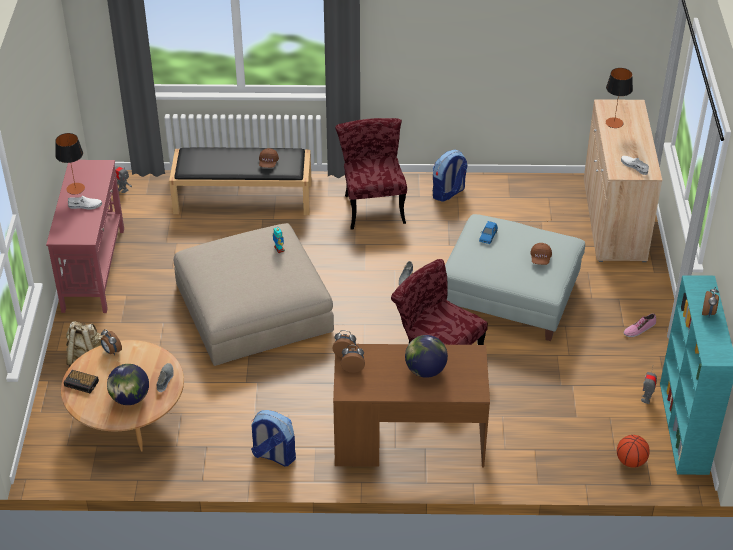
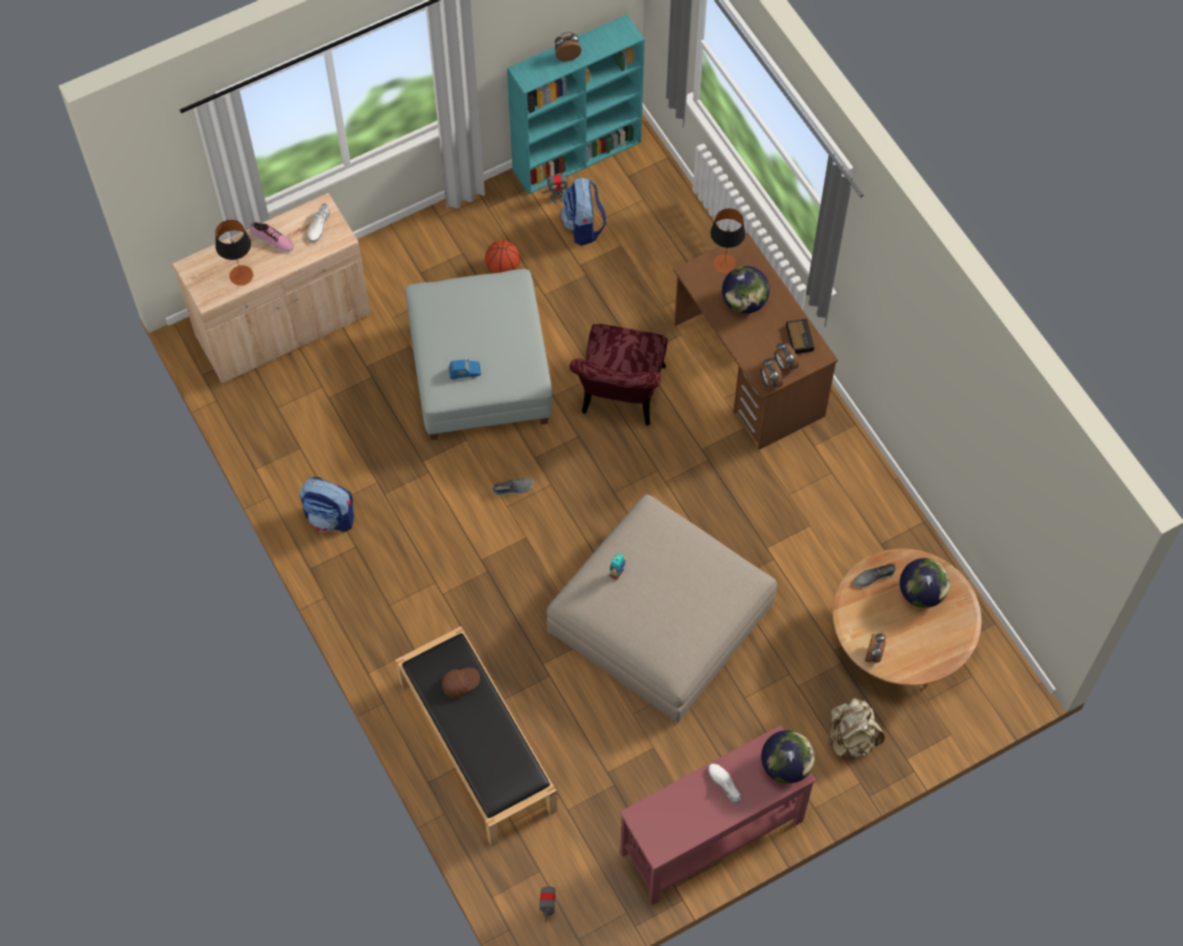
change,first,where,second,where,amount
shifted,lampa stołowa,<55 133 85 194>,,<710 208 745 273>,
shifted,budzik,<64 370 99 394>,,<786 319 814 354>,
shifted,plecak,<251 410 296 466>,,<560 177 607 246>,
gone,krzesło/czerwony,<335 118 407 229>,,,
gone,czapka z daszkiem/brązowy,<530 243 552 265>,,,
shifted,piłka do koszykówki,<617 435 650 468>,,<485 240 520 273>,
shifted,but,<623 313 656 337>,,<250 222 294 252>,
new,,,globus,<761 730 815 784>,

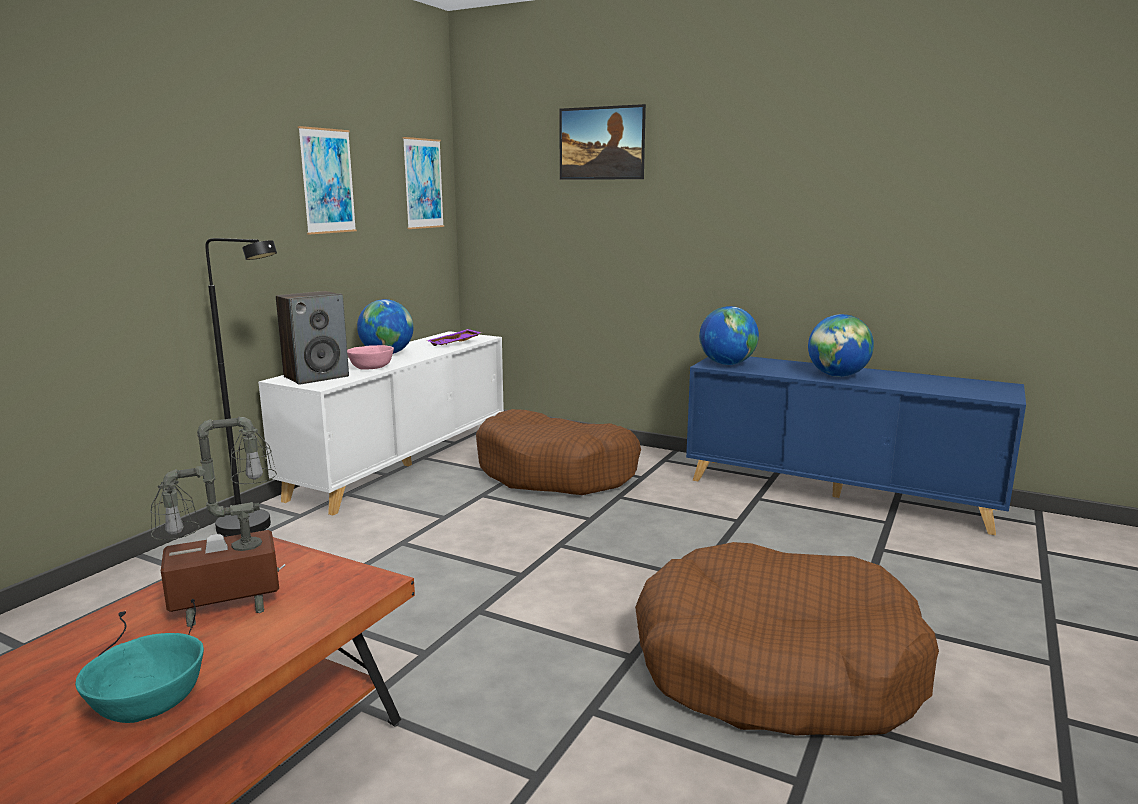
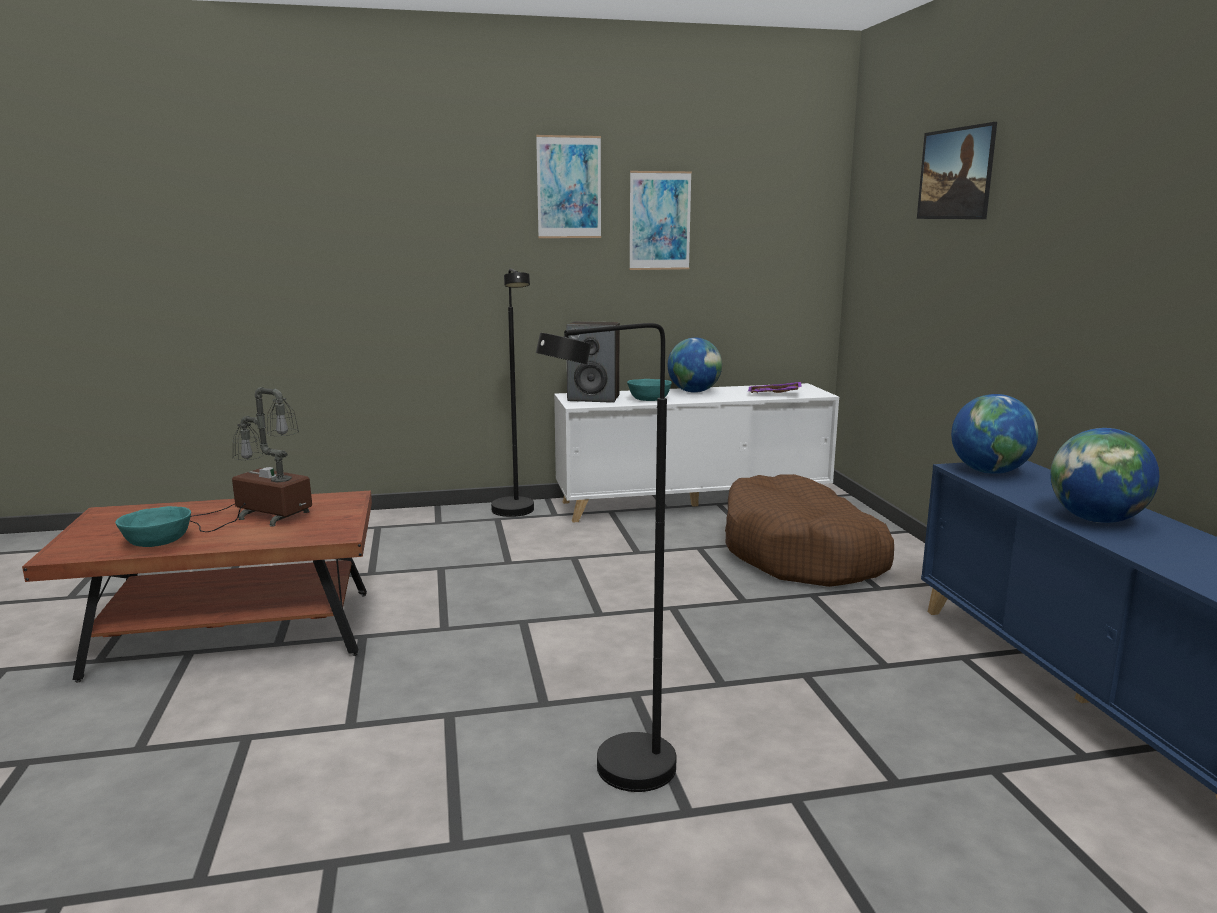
change,first,where,second,where,amount
repainted,miska/różowy,<347 345 394 369>,miska/turkusowy,<627 379 672 401>,
shifted,obraz,<402 137 444 229>,,<536 135 601 238>,
swapped,legowisko/brązowy,<635 542 939 736>,lampa stojąca/czarny,<536 323 676 792>,

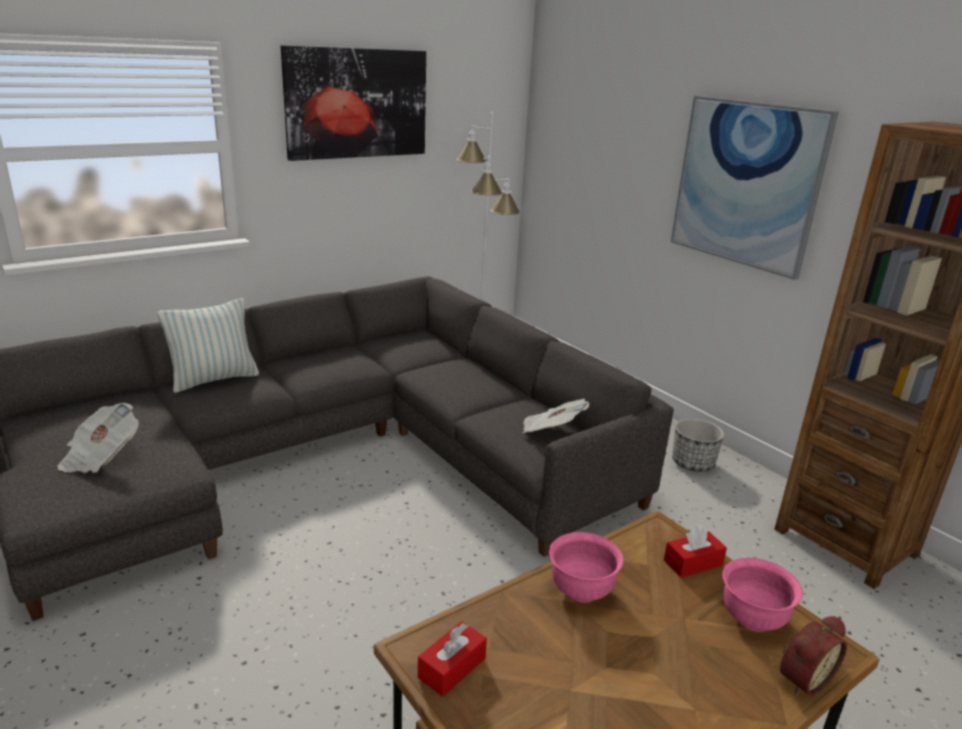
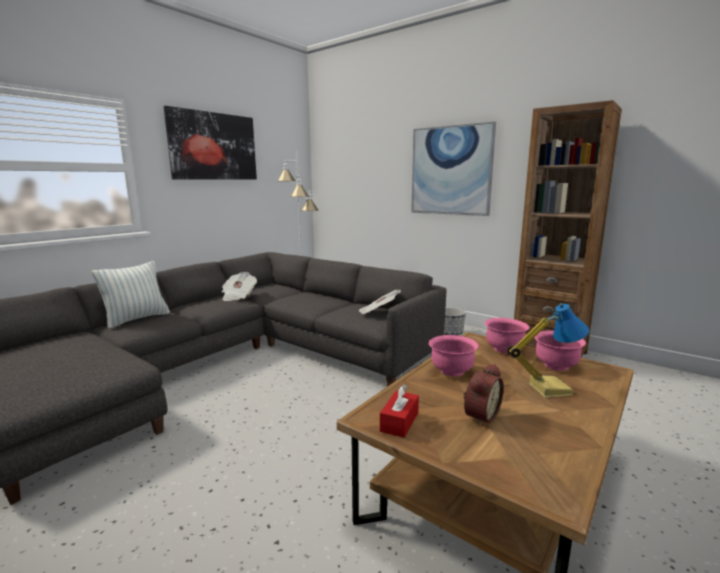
change,first,where,second,where,amount
shifted,gazeta,<57 403 139 473>,,<222 272 257 301>,
swapped,pudełko chusteczek/czerwony,<664 525 727 578>,miska/różowy,<484 318 530 353>,
shifted,budzik,<780 616 847 696>,,<463 364 504 426>,
new,,,lampa stołowa,<507 303 590 398>,

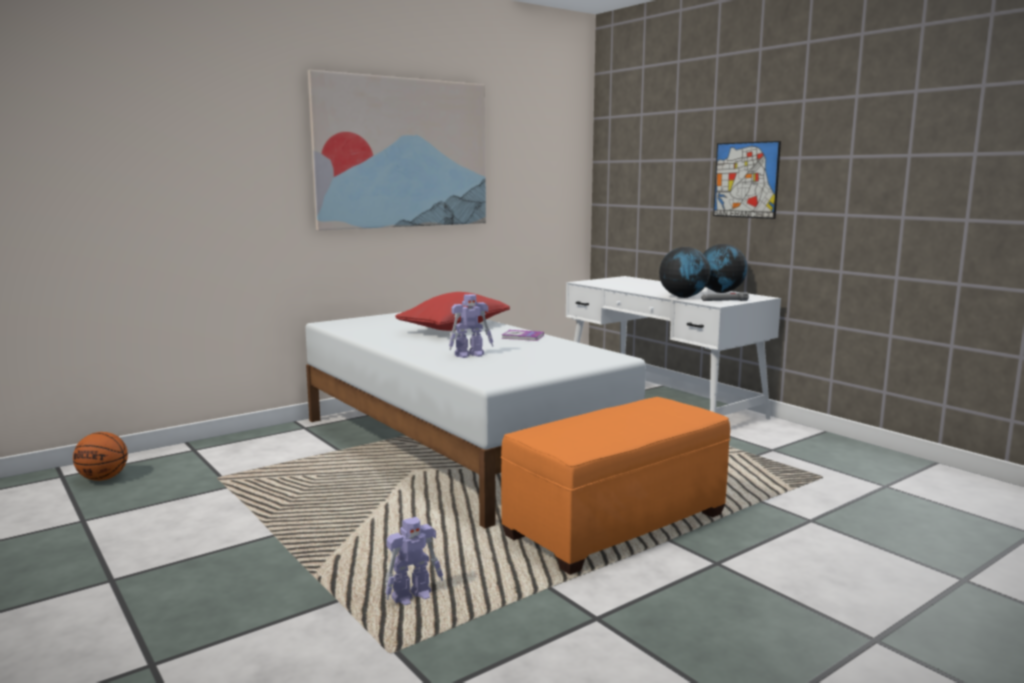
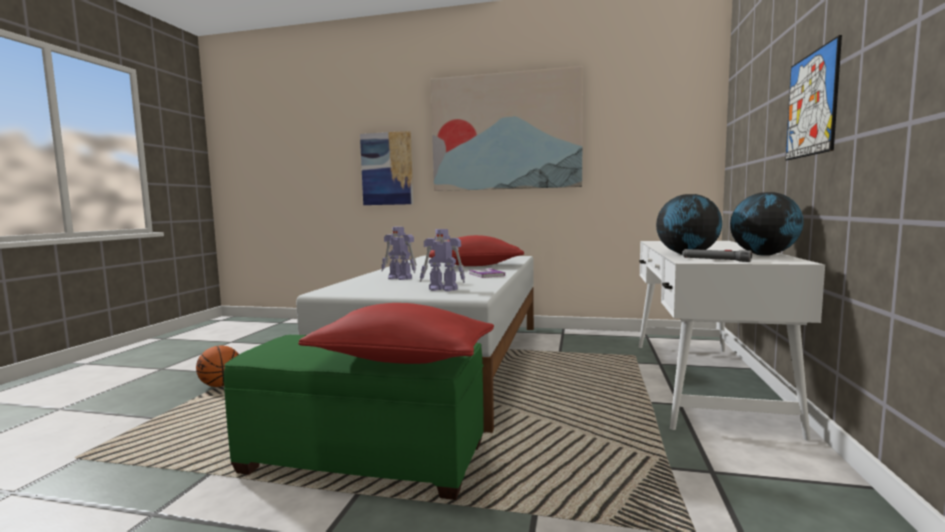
change,first,where,second,where,amount
shifted,piłka do koszykówki,<73 432 128 481>,,<196 345 239 387>,
shifted,robot zabawkowy,<385 517 443 605>,,<420 229 465 291>,
repainted,pufa/pomarańczowy,<501 397 730 575>,pufa/zielony,<224 335 484 500>,
new,,,poduszka/czerwony,<298 303 494 364>,
new,,,obraz,<360 131 413 205>,

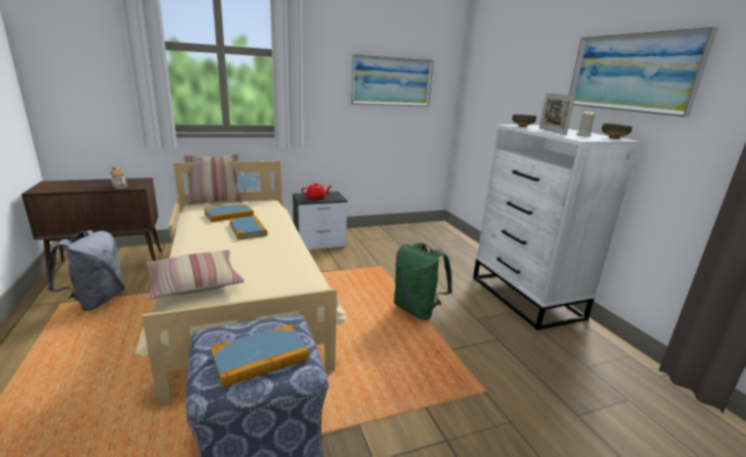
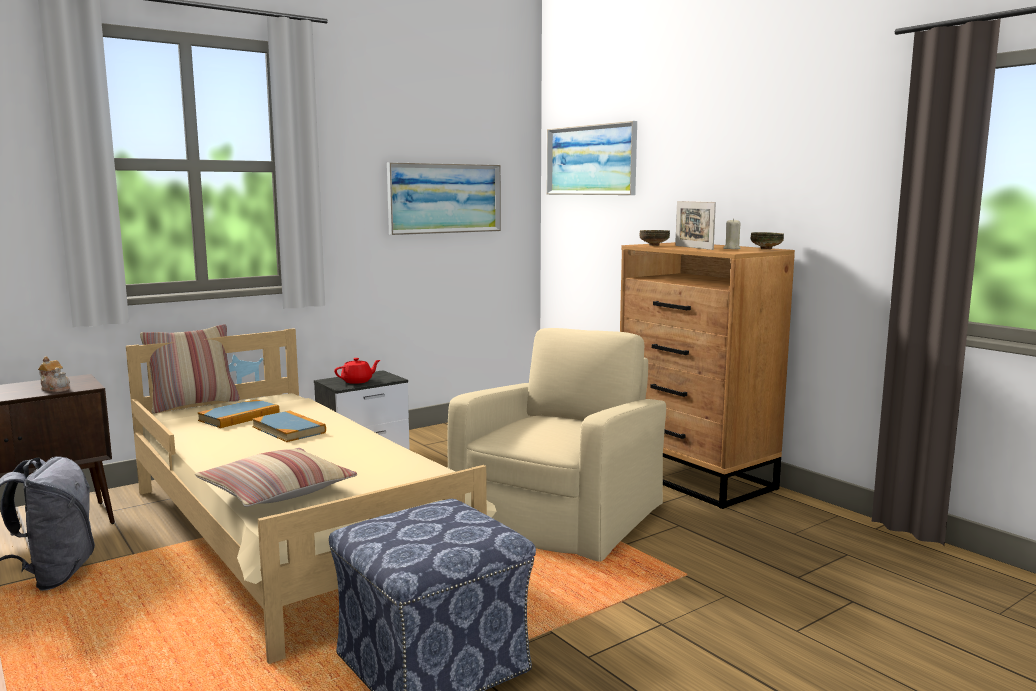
change,first,where,second,where,amount
gone,książka,<210 325 309 388>,,,
swapped,plecak/zielony,<394 243 452 320>,fotel/beżowy,<447 328 666 562>,
repainted,komoda/biały,<473 125 639 331>,komoda/brązowy,<620 242 795 509>,
shifted,obraz,<569 27 718 117>,,<547 121 637 195>,

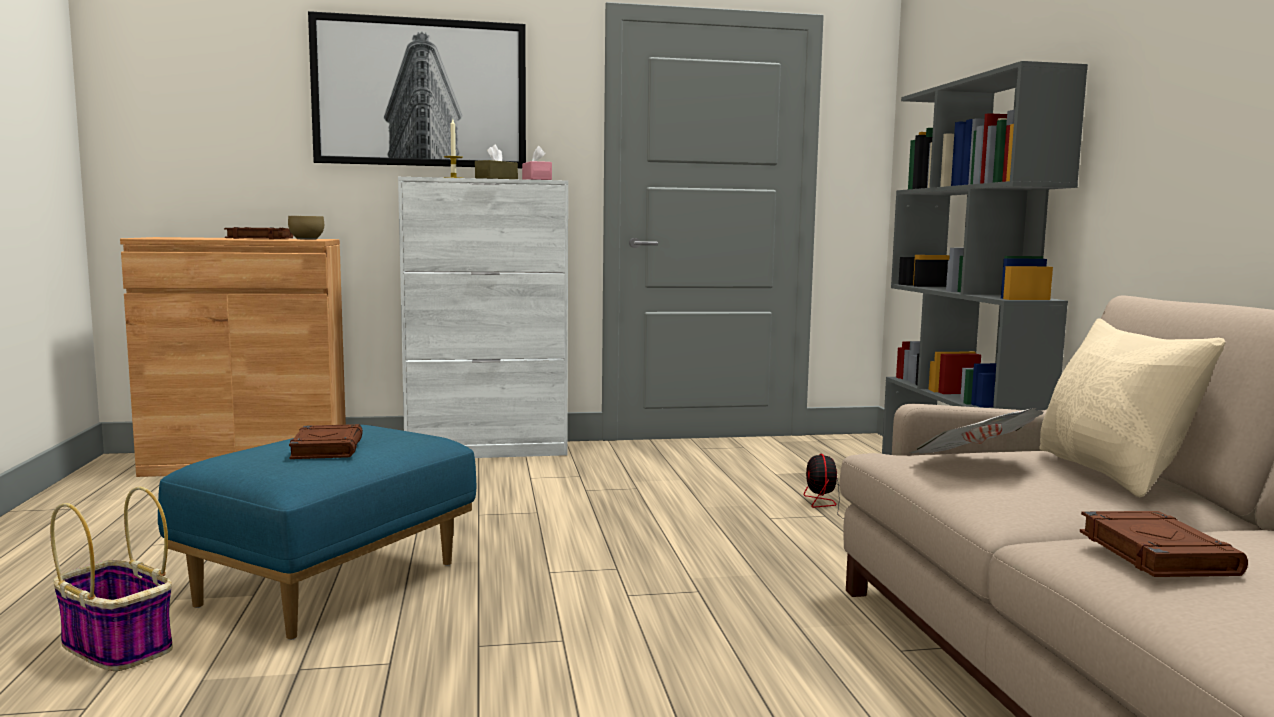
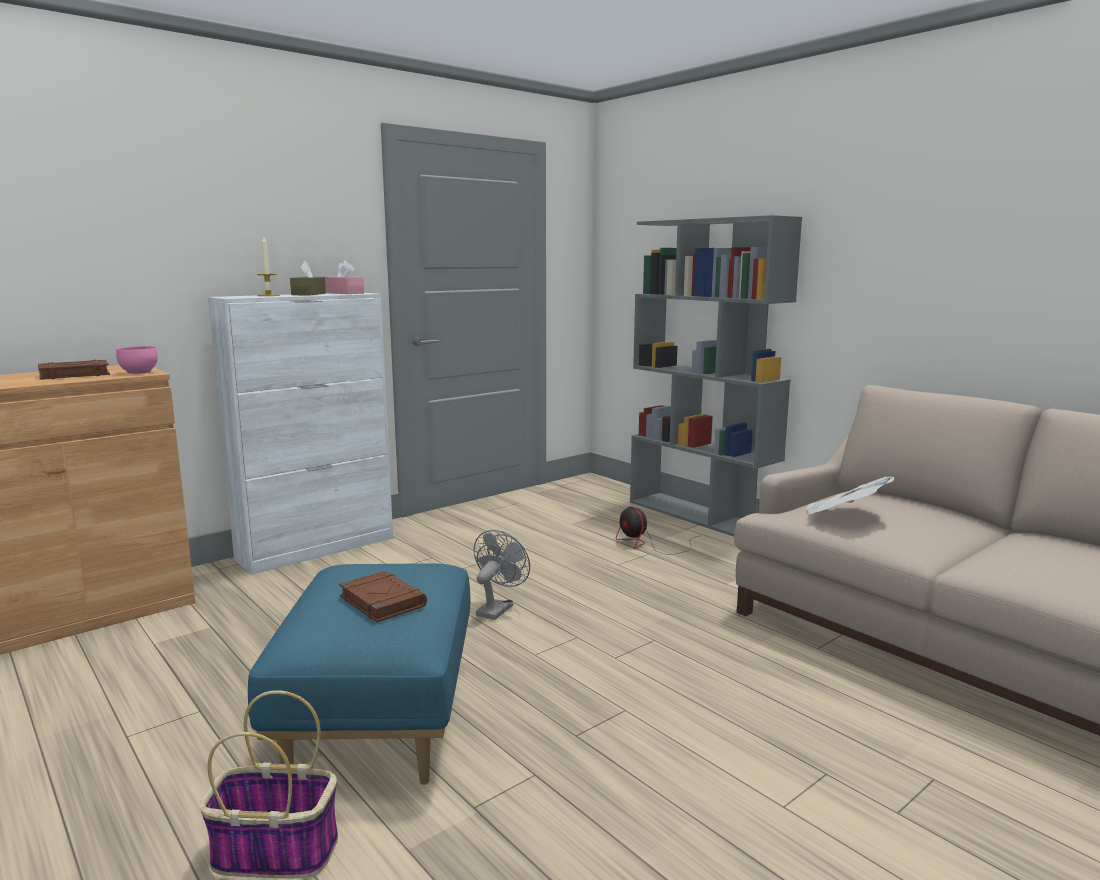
change,first,where,second,where,amount
repainted,miska/brązowy,<288 216 324 240>,miska/różowy,<116 346 158 374>,
gone,obraz,<308 11 526 168>,,,
gone,poduszka/beżowy,<1039 318 1225 497>,,,
gone,książka/brązowy,<1080 511 1248 577>,,,
new,,,wentylator/szary,<473 530 530 620>,

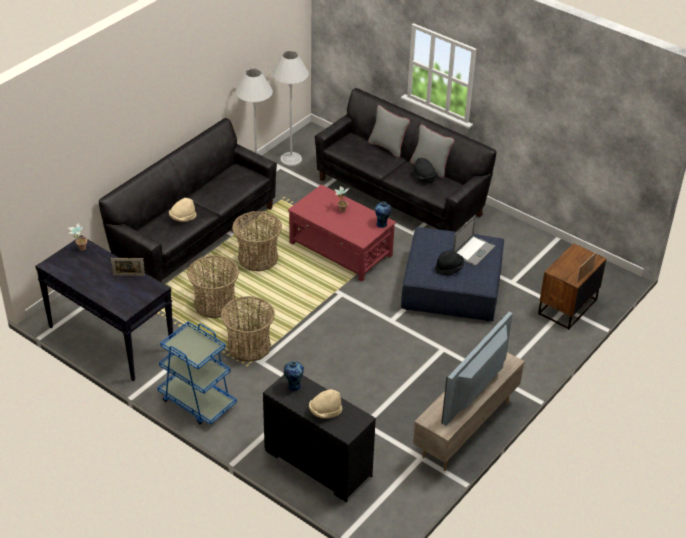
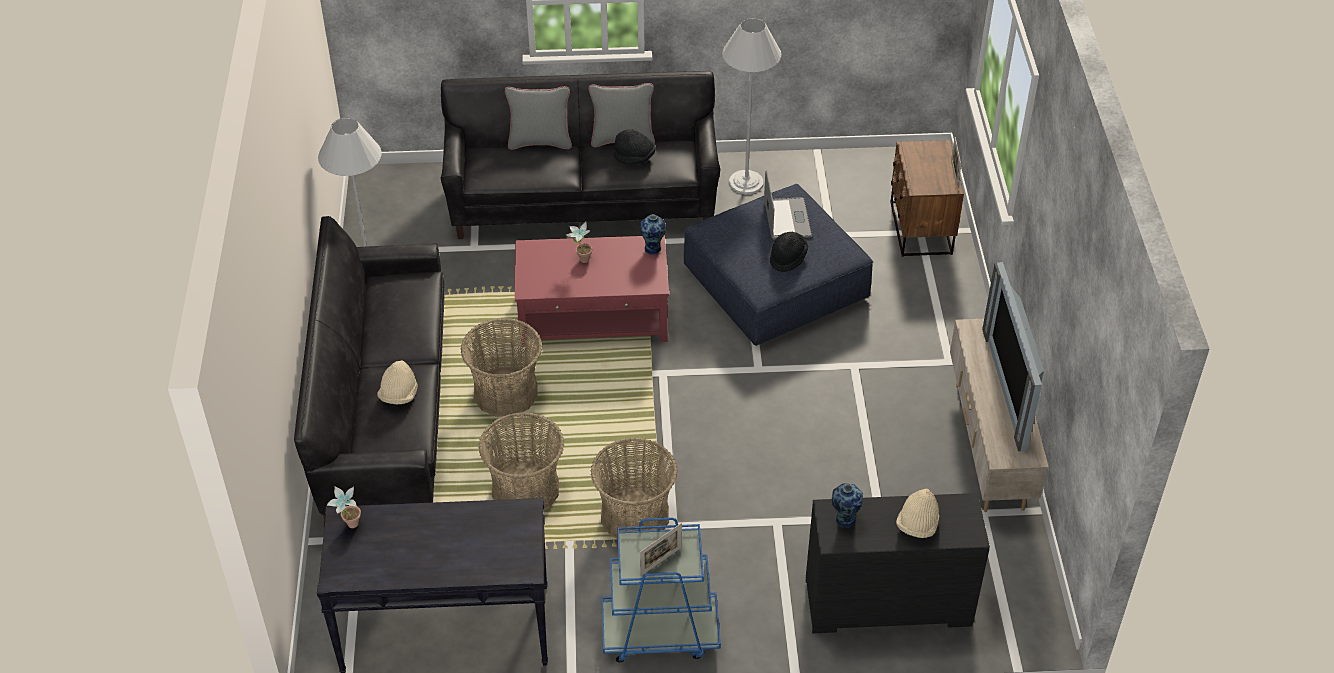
change,first,where,second,where,amount
shifted,ramka na zdjęcie,<111 258 145 276>,,<639 523 682 577>,
shifted,lampa stojąca/biały,<272 51 309 166>,,<722 18 781 195>,

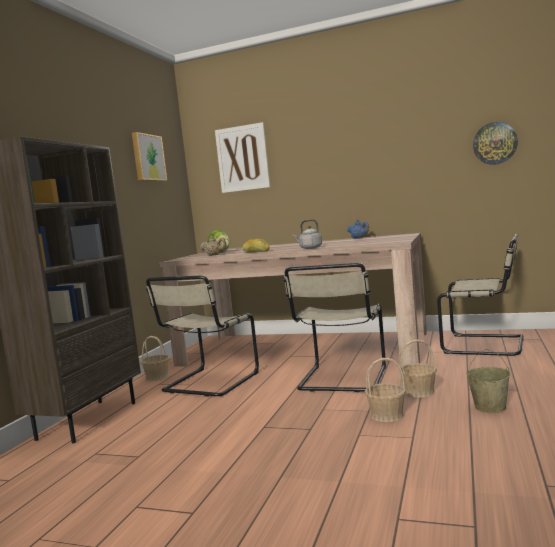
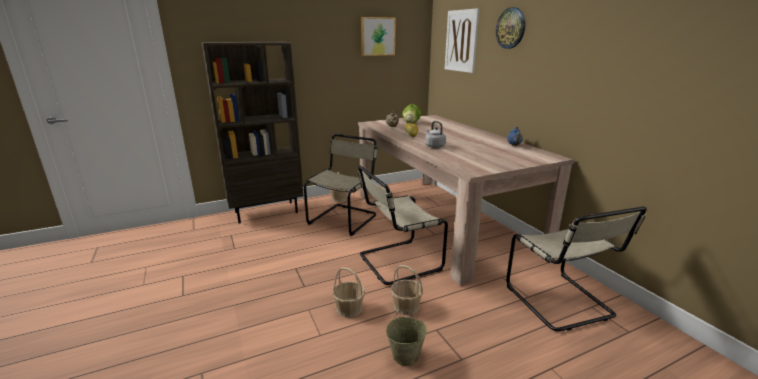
change,first,where,second,where,amount
rotated,krzesło/beżowy,<146 276 259 397>,,<304 134 377 236>,135 degrees clockwise
shifted,zegar ścienny,<473 122 518 165>,,<496 7 525 49>,

